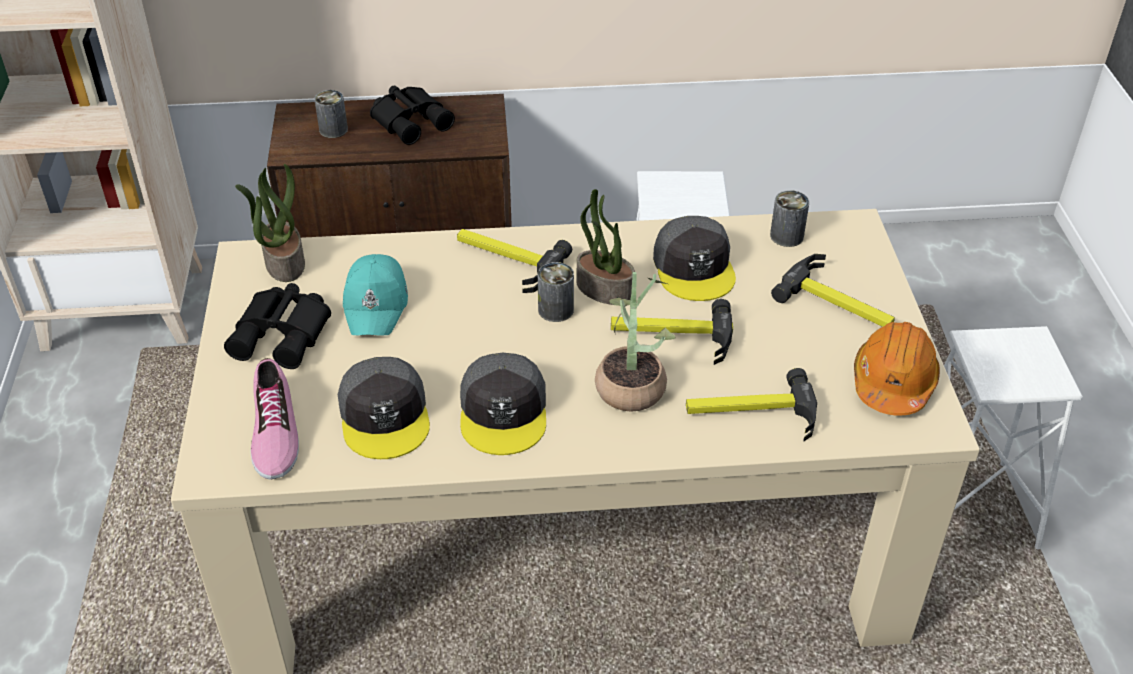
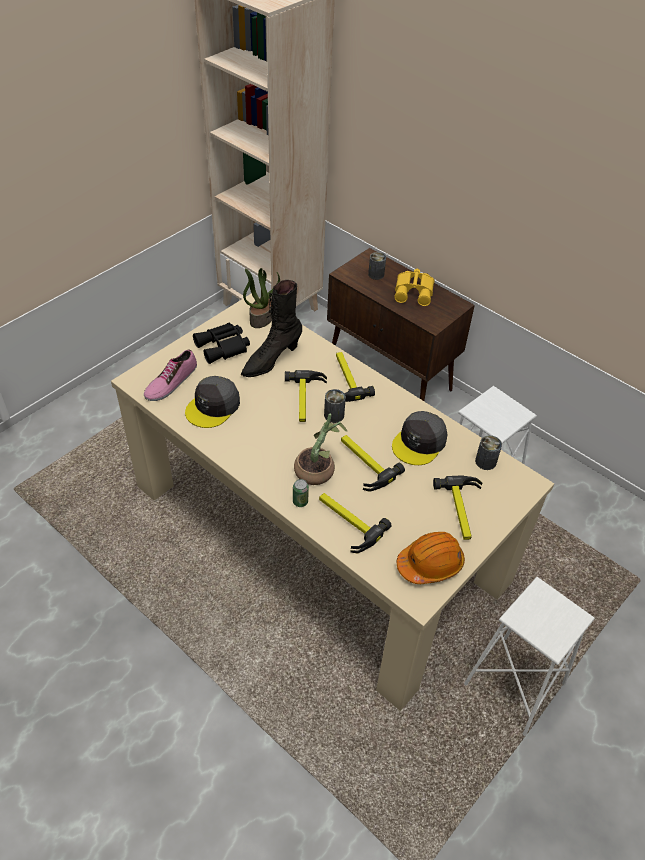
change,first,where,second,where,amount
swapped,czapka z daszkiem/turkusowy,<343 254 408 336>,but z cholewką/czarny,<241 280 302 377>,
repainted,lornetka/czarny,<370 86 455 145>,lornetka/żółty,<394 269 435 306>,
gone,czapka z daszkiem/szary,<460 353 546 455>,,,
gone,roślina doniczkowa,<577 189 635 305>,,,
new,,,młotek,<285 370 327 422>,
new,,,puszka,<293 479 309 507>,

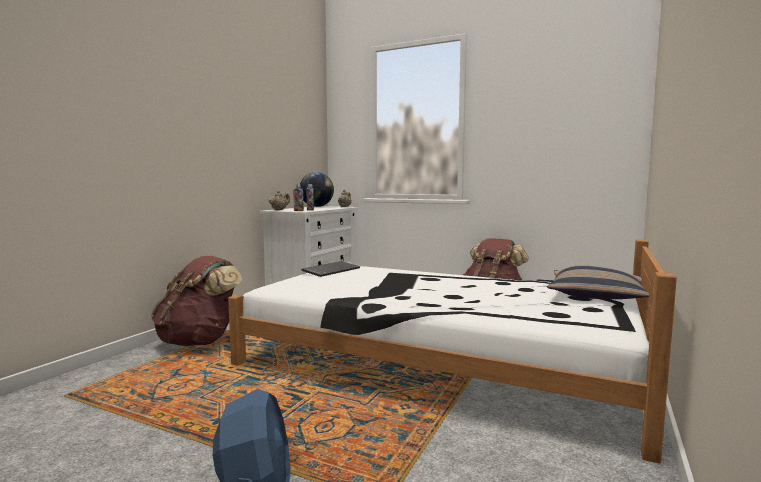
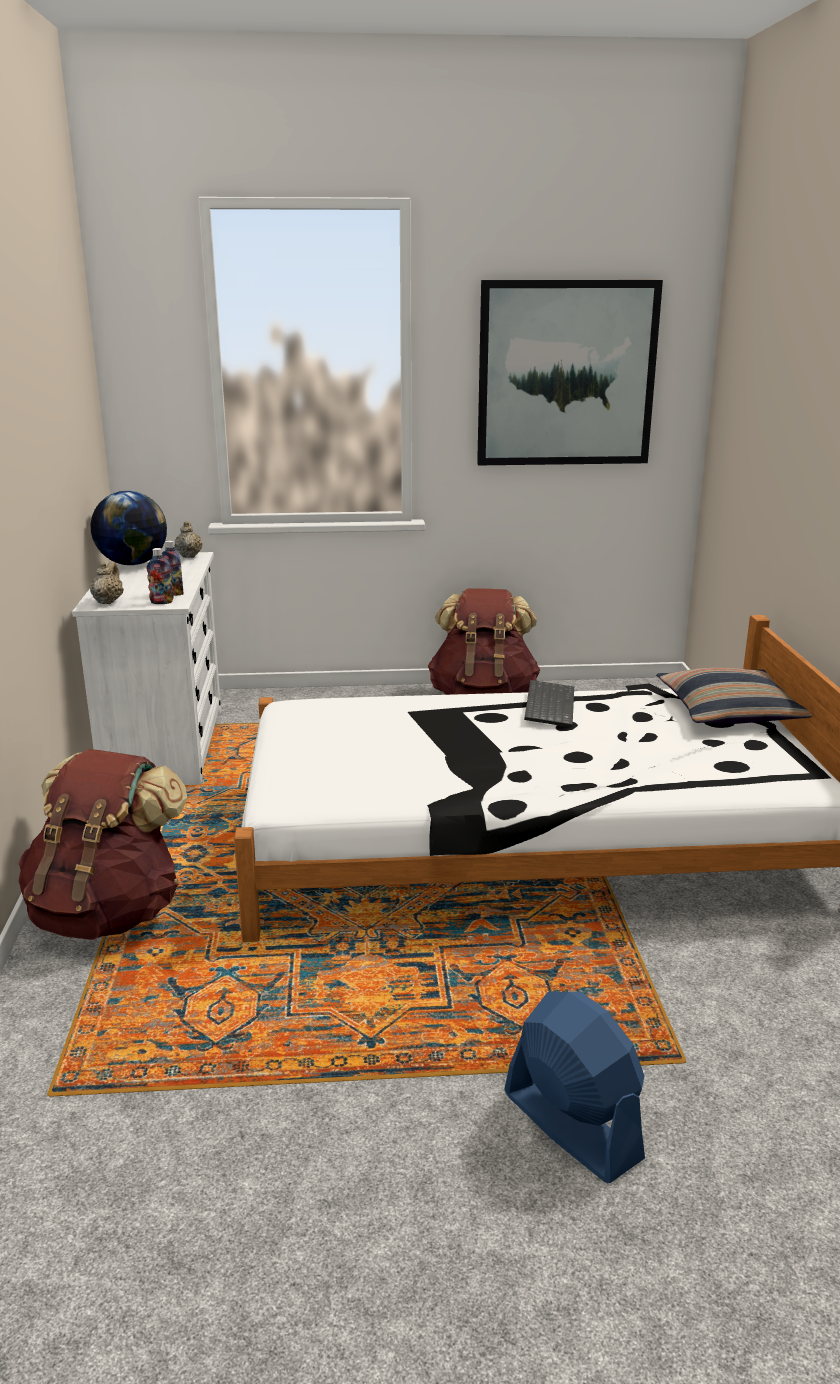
change,first,where,second,where,amount
shifted,klawiatura,<301 261 360 277>,,<524 680 574 727>,
new,,,obraz,<477 280 663 465>,

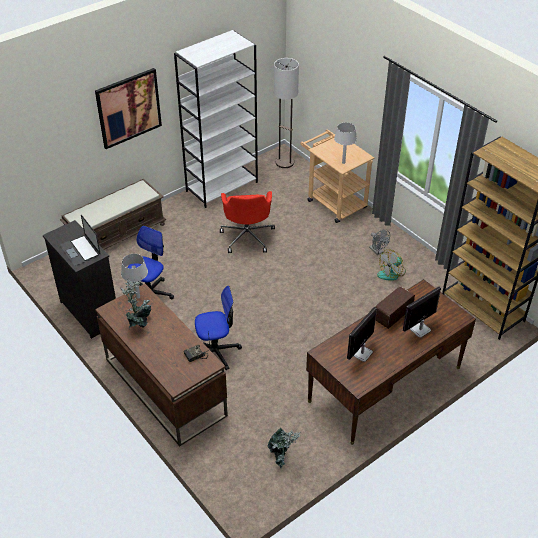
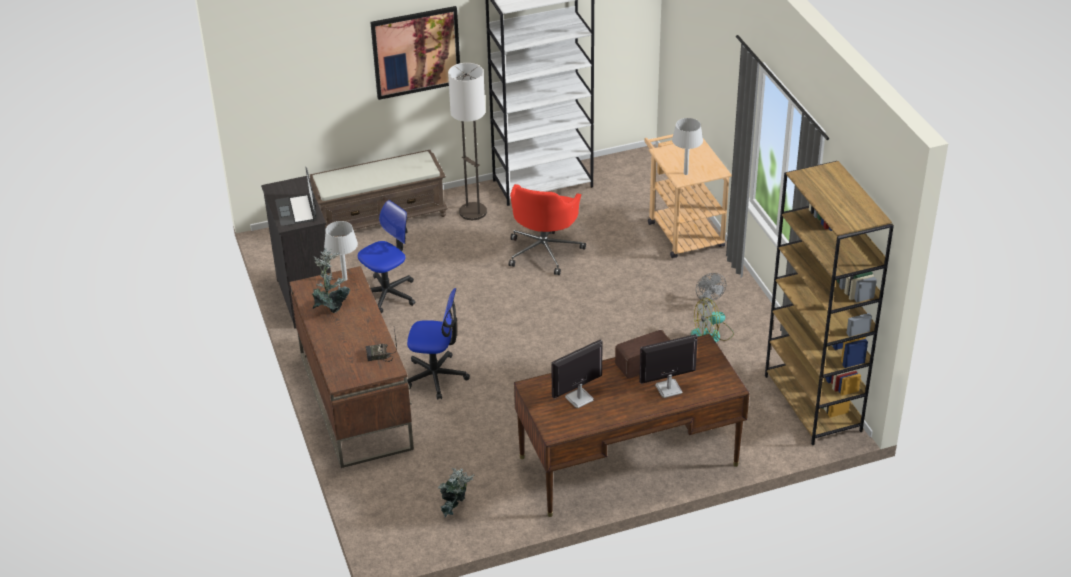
change,first,where,second,where,amount
shifted,lampa stojąca,<274 58 299 168>,,<448 63 487 220>,

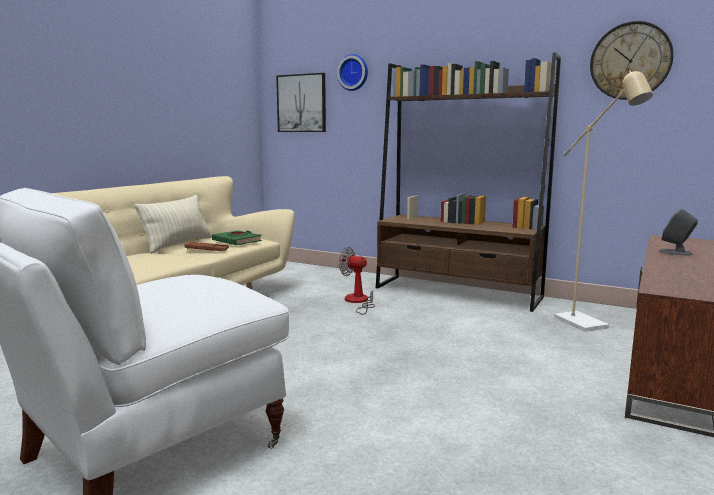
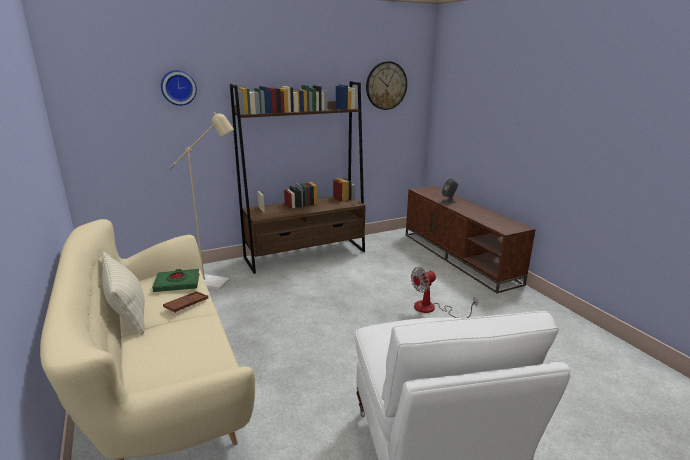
change,first,where,second,where,amount
gone,obraz,<276 73 326 132>,,,
shifted,wentylator,<339 247 375 315>,,<411 267 478 318>,
shifted,lampa stojąca/beżowy,<554 70 653 332>,,<169 112 234 290>,

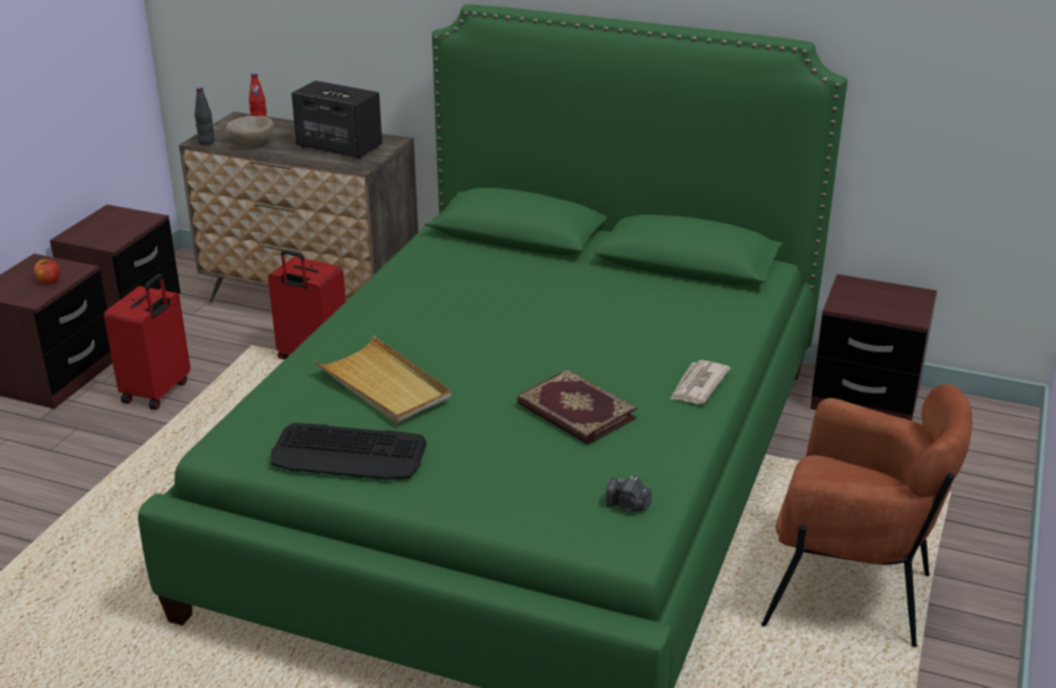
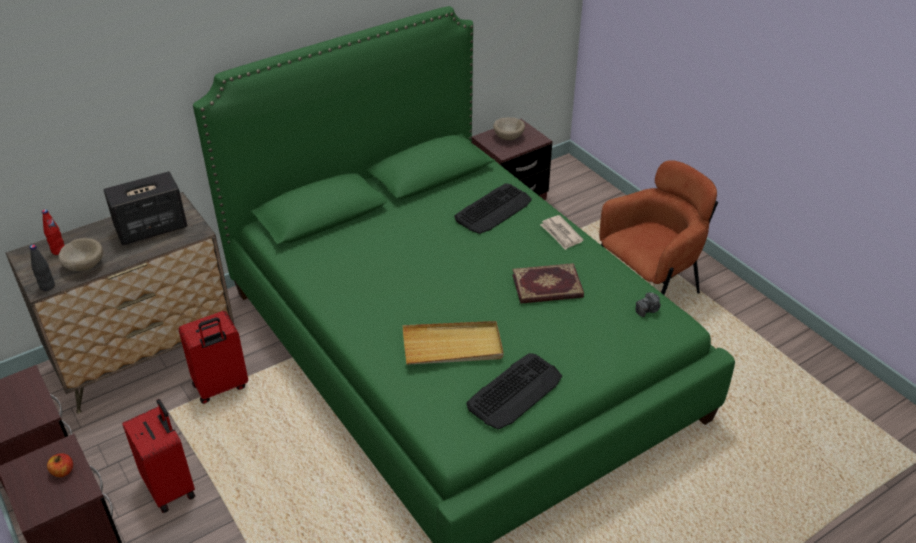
change,first,where,second,where,amount
new,,,klawiatura,<454 183 532 234>,
new,,,miska/beżowy,<493 117 525 140>,

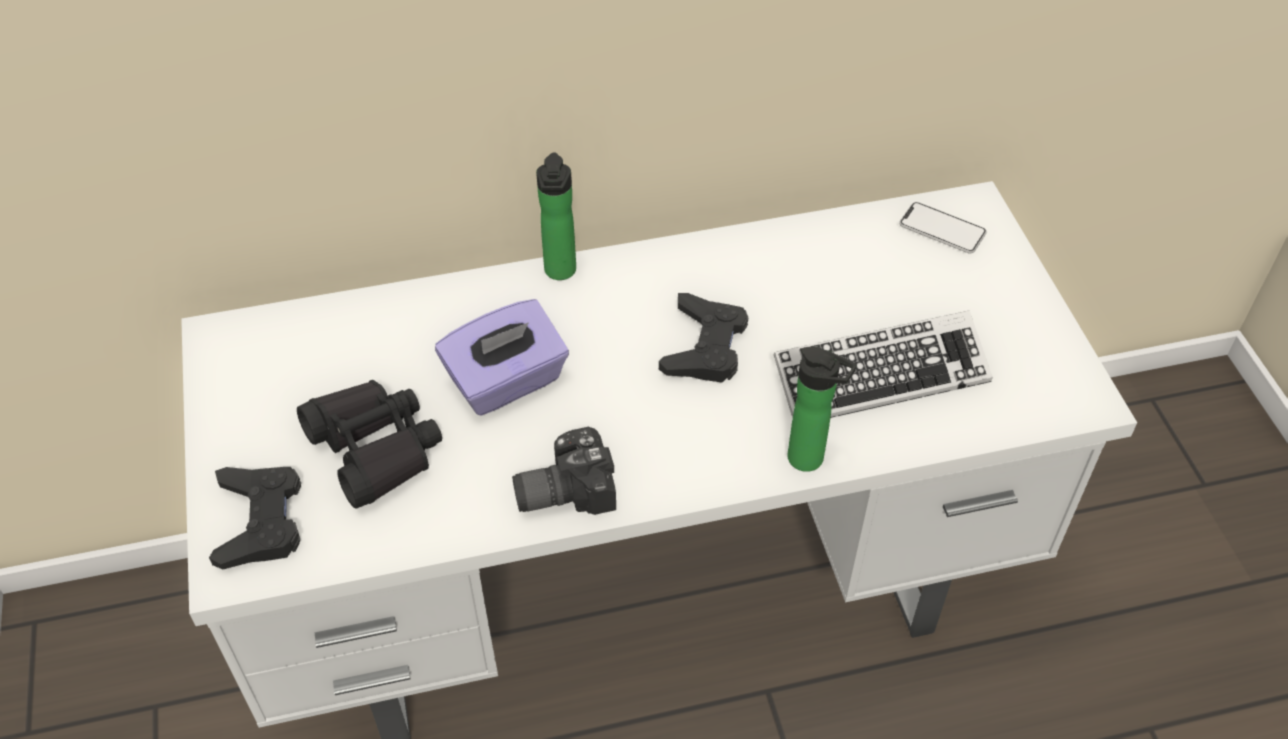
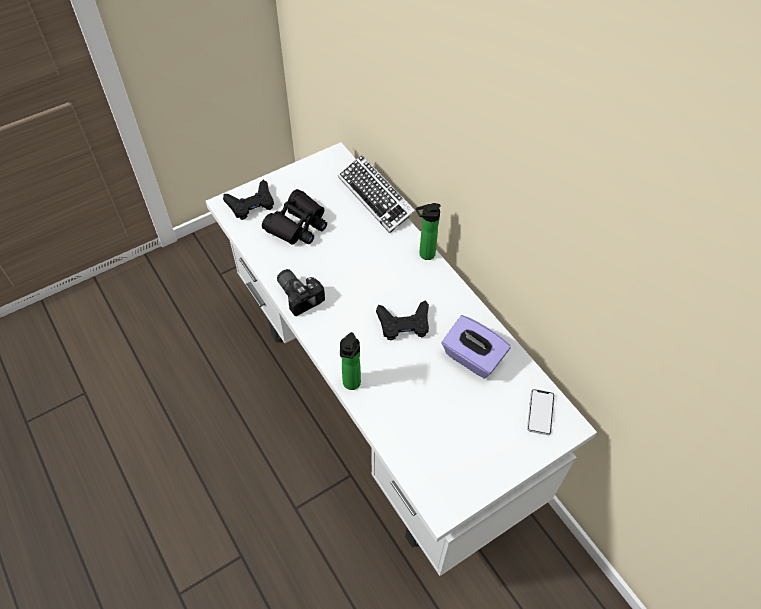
change,first,where,second,where,amount
shifted,pudełko chusteczek/fioletowy,<435 299 569 416>,,<442 315 511 379>,
shifted,klawiatura,<773 311 993 418>,,<338 155 416 233>,

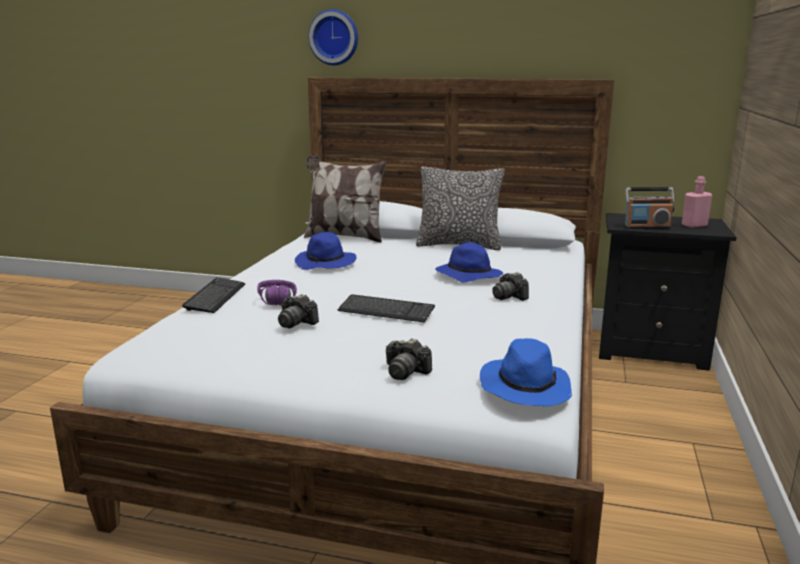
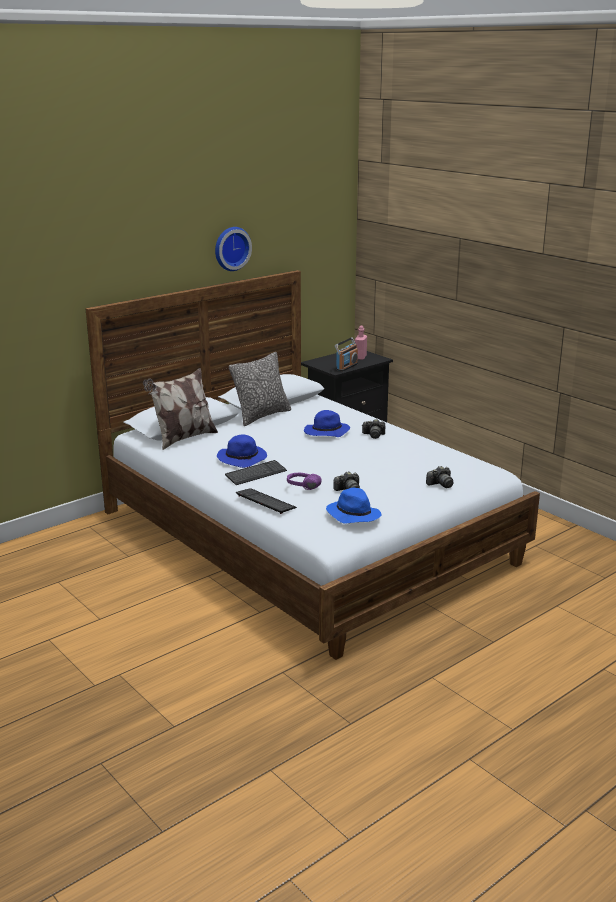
change,first,where,second,where,amount
shifted,zegar ścienny,<309 9 358 65>,,<215 227 252 271>,
shifted,klawiatura,<338 294 435 323>,,<225 460 287 485>,
shifted,kapelusz/niebieski,<480 338 572 406>,,<326 488 381 523>,

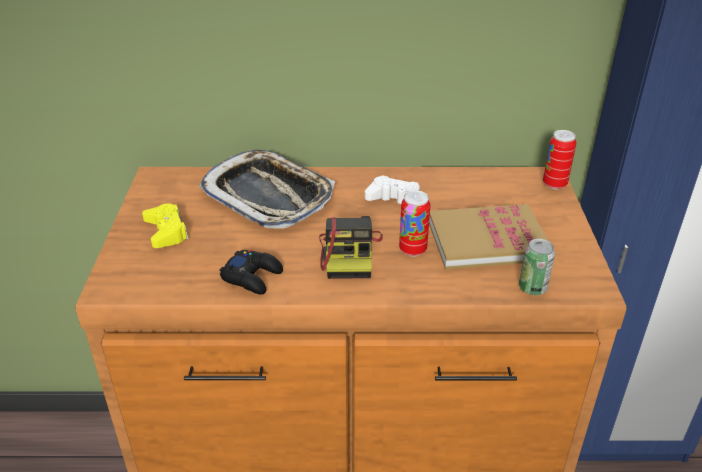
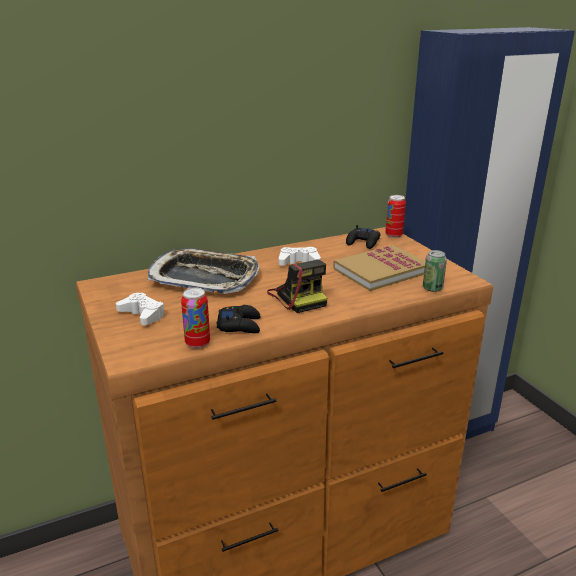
change,first,where,second,where,amount
repainted,pad do gier/żółty,<142 203 189 248>,pad do gier/biały,<116 293 166 325>,
shifted,puszka,<399 190 430 257>,,<181 287 210 349>,
new,,,pad do gier/czarny,<346 225 380 249>,

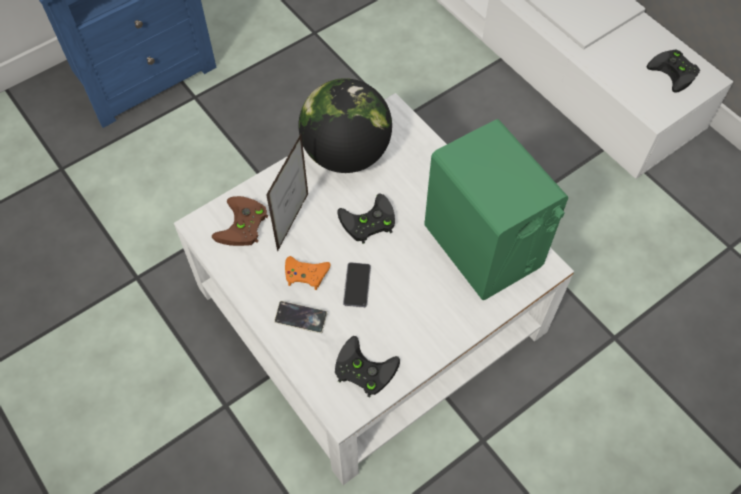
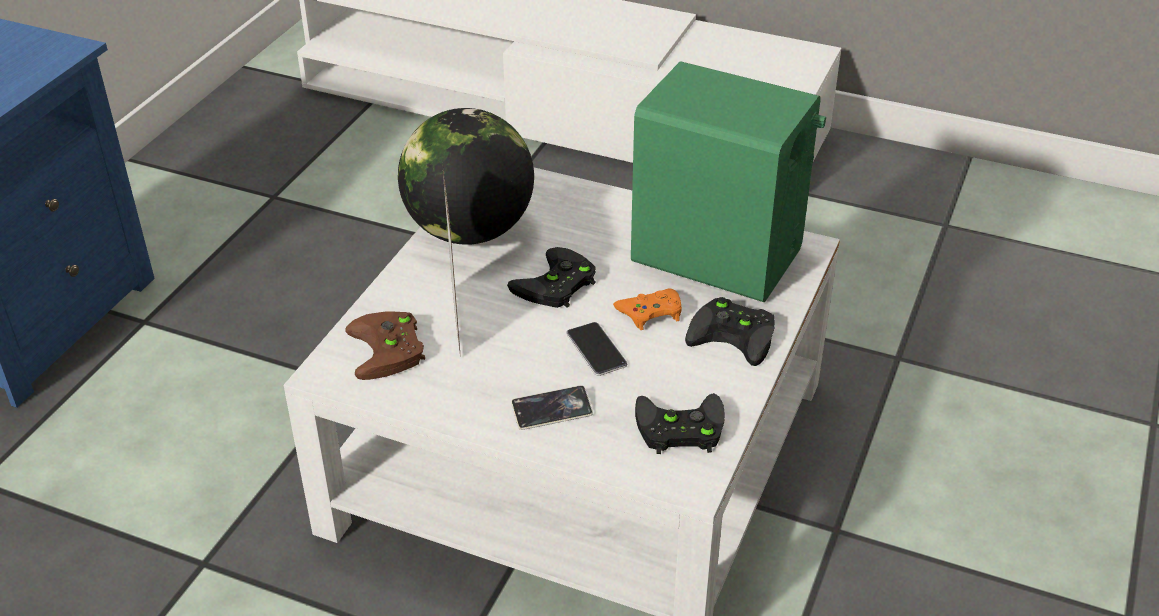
change,first,where,second,where,amount
shifted,pad do gier/pomarańczowy,<285 256 331 290>,,<613 289 682 330>,
shifted,pad do gier/czarny,<647 50 700 93>,,<685 297 775 366>,

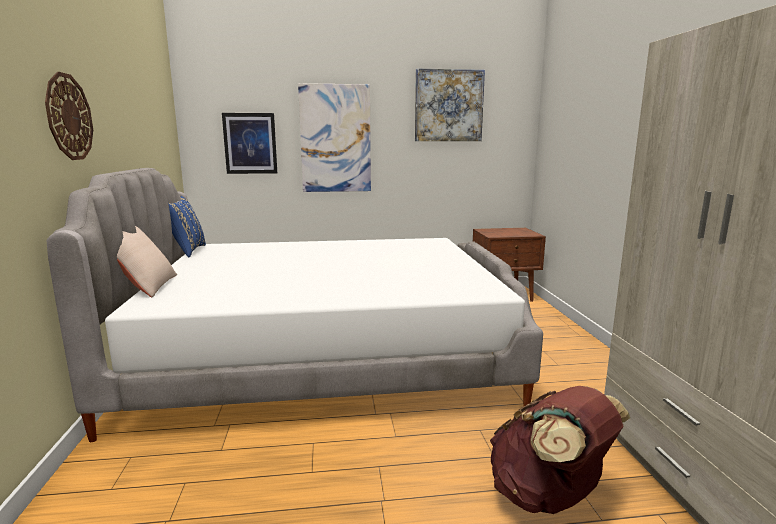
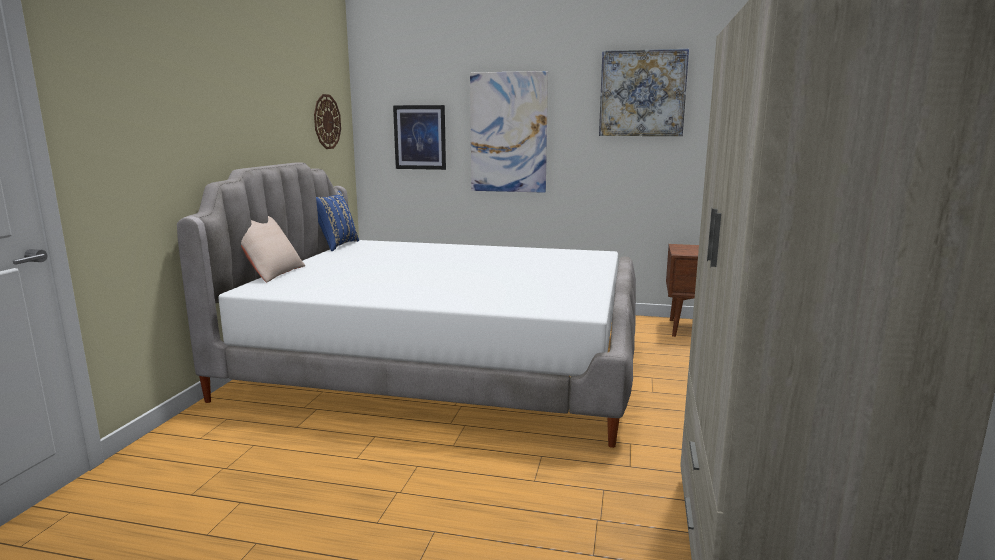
change,first,where,second,where,amount
shifted,zegar ścienny,<45 72 93 160>,,<314 94 341 149>,
gone,plecak/brązowy,<490 386 630 514>,,,

